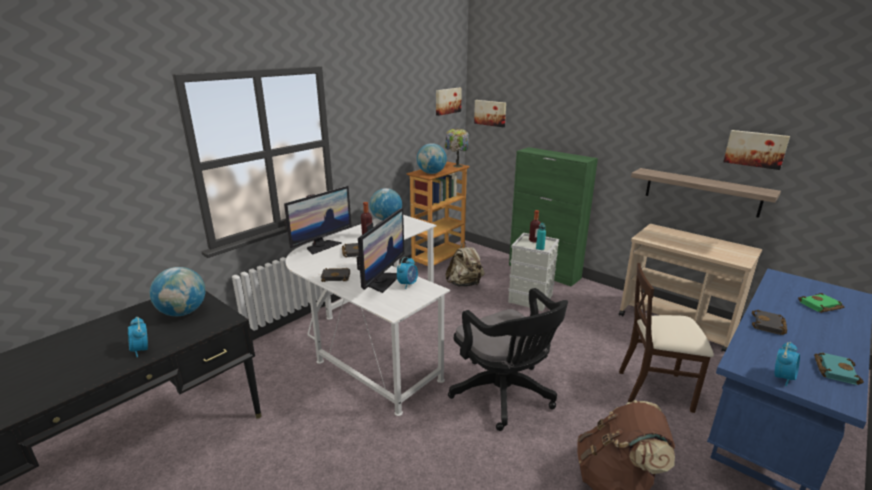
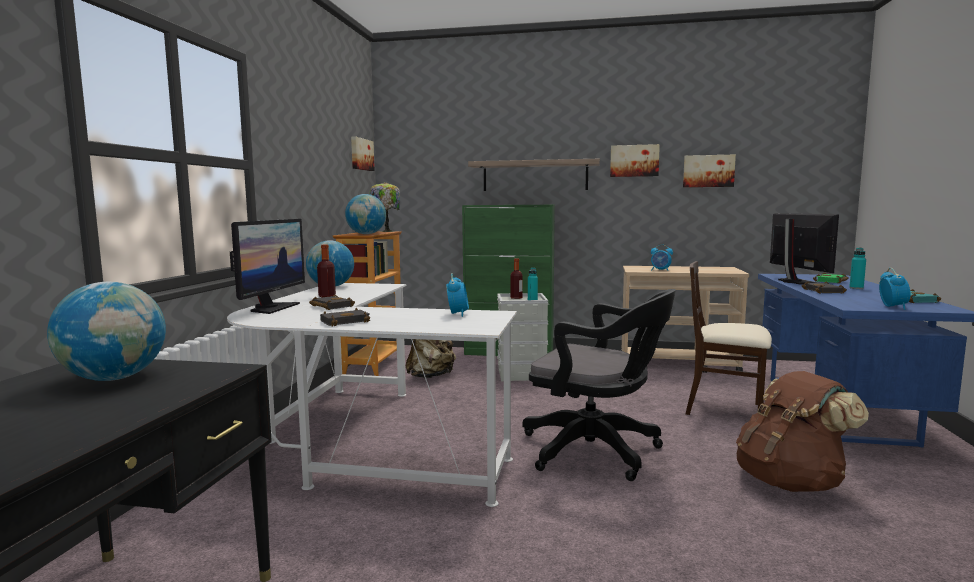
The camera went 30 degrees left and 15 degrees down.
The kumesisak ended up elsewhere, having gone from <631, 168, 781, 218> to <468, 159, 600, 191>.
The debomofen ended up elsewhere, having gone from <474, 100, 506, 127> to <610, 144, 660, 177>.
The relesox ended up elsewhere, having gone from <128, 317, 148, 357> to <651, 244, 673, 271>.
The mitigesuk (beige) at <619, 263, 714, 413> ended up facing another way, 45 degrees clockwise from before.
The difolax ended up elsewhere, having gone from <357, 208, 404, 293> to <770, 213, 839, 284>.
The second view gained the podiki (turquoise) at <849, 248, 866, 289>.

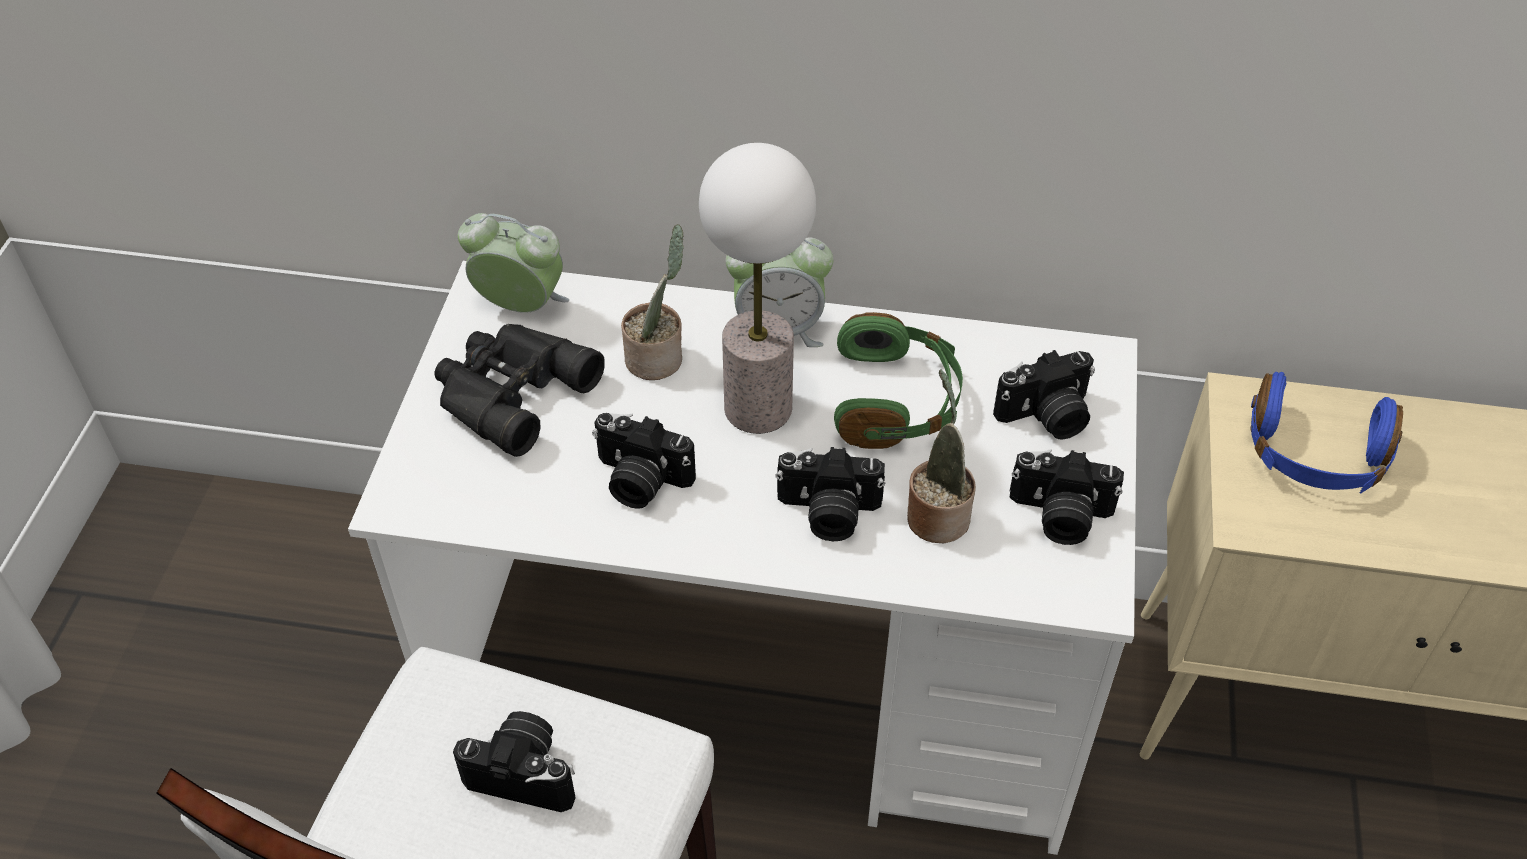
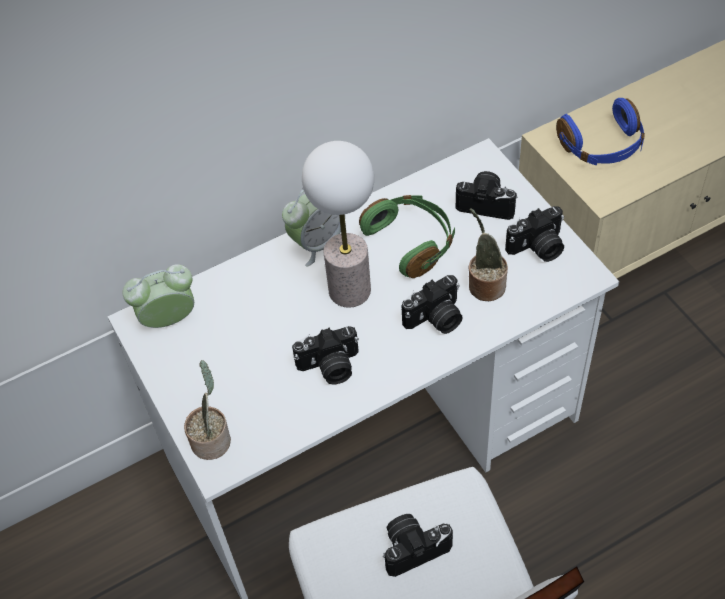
The camera went 35 degrees left and 5 degrees up.
The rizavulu ended up elsewhere, having gone from <621, 224, 684, 380> to <184, 360, 231, 460>.
The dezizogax at <993, 350, 1095, 440> ended up facing another way, 105 degrees counterclockwise from before.
The second view lost the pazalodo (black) at <434, 324, 604, 457>.

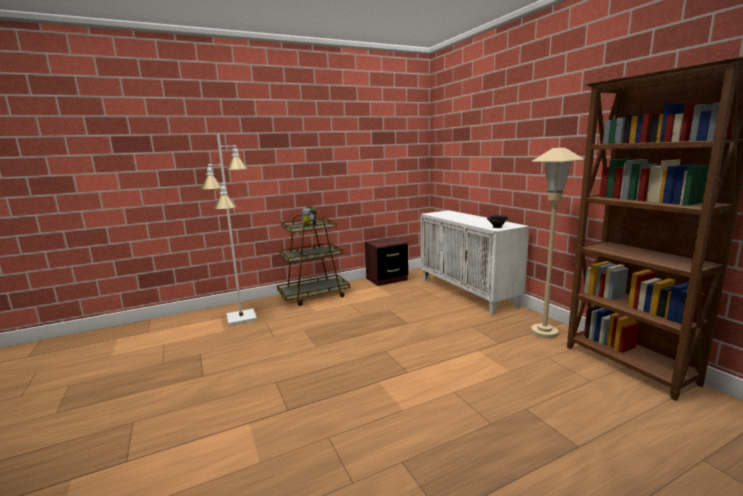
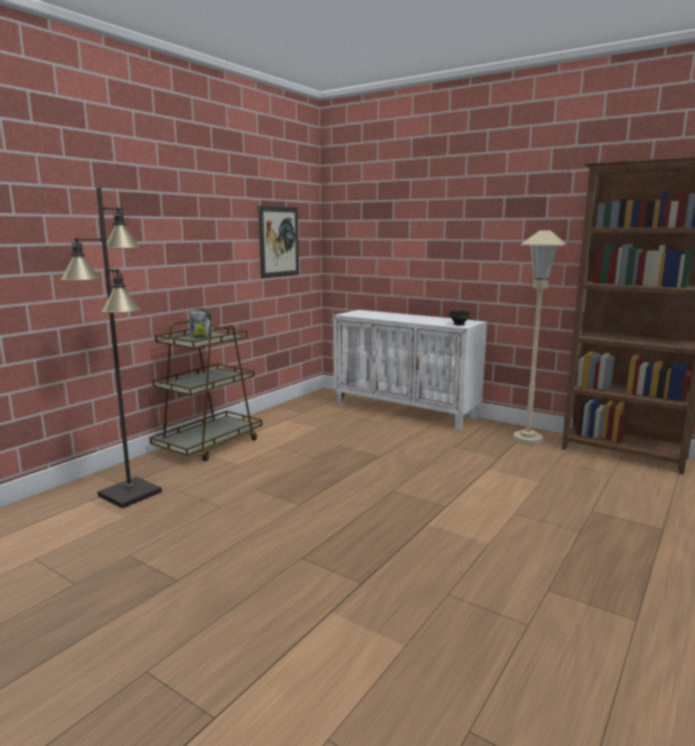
The camera went 30 degrees left and 0 degrees up.
What was the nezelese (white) at <201, 134, 257, 326> turned into the nezelese (black) at <60, 187, 162, 509>.
The second view gained the debomofen at <258, 206, 299, 279>.
The second view lost the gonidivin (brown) at <365, 237, 408, 286>.

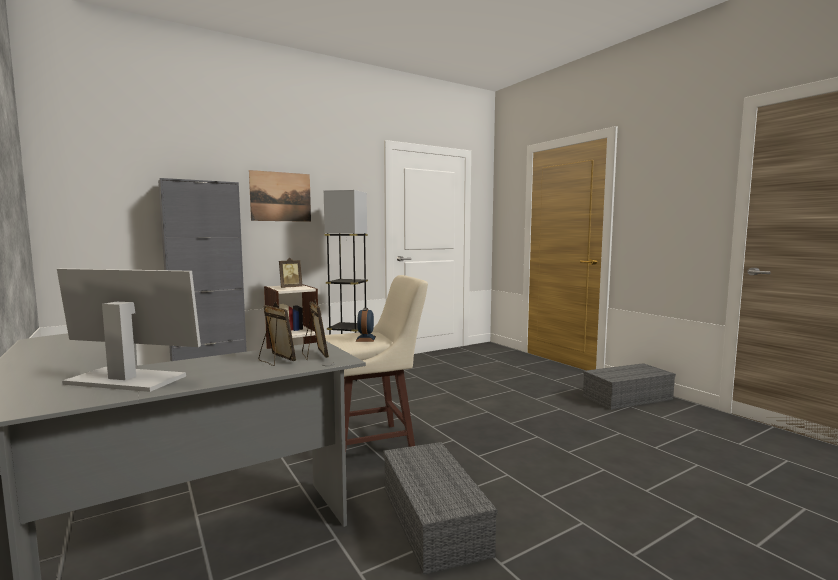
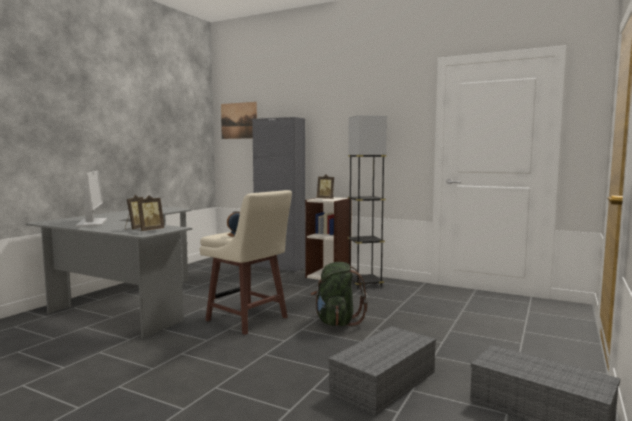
The camera went 60 degrees right and 0 degrees up.
The debomofen ended up elsewhere, having gone from <249, 170, 311, 222> to <221, 102, 257, 139>.
The second view gained the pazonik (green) at <311, 262, 368, 326>.
The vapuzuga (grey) ended up elsewhere, having gone from <383, 442, 497, 575> to <328, 326, 436, 415>.

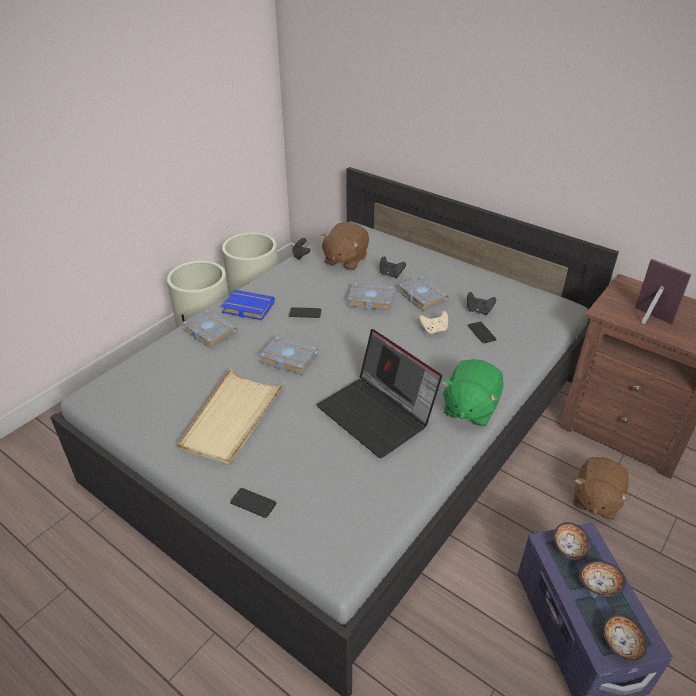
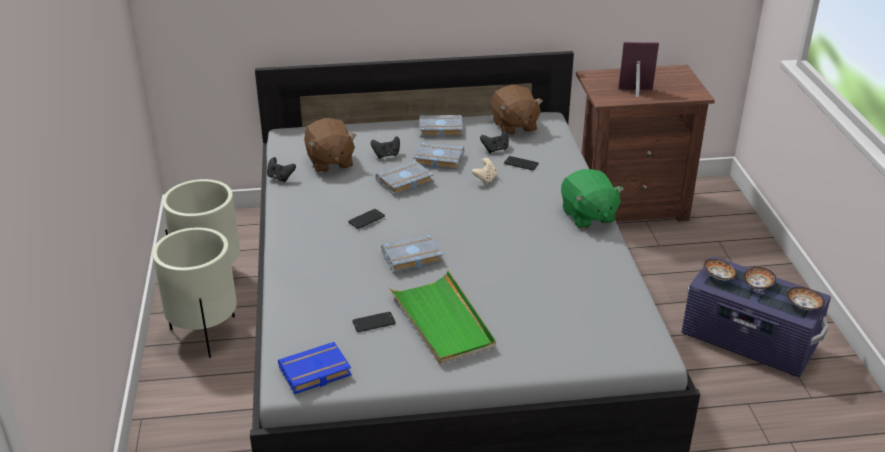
The camera went 45 degrees left and 5 degrees down.
The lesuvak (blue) ended up elsewhere, having gone from <221, 290, 275, 320> to <278, 342, 352, 394>.
The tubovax ended up elsewhere, having gone from <230, 488, 277, 518> to <352, 312, 396, 332>.
What was the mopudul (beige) at <177, 369, 284, 465> turned into the mopudul (green) at <389, 271, 496, 364>.
The lesuvak (grey) ended up elsewhere, having gone from <182, 309, 238, 348> to <419, 115, 463, 137>.
The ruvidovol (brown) ended up elsewhere, having gone from <573, 457, 630, 520> to <491, 85, 543, 136>.
The second view lost the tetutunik at <317, 329, 442, 458>.

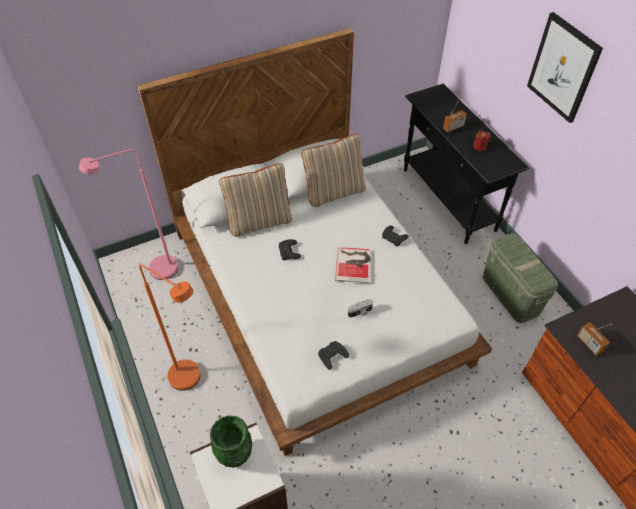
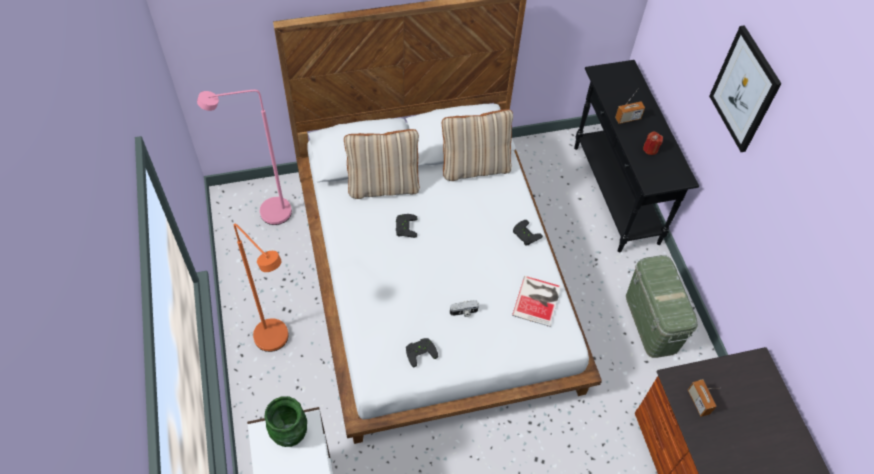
The camera went 10 degrees right and 5 degrees up.
The lesuvak ended up elsewhere, having gone from <335, 247, 371, 283> to <512, 276, 561, 327>.

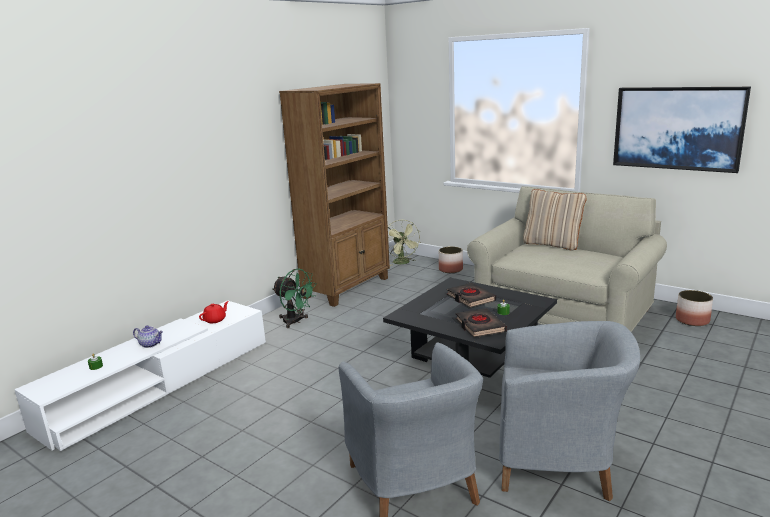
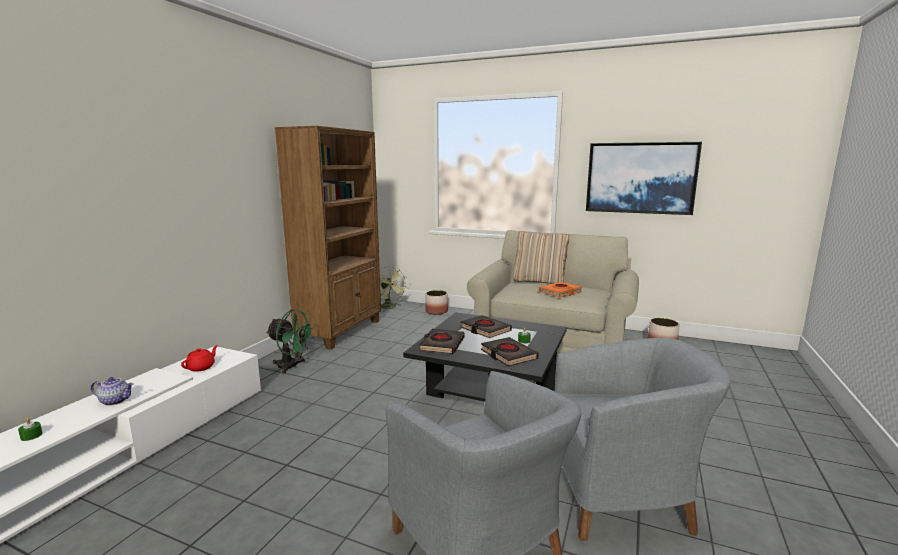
The camera went 15 degrees left and 5 degrees down.
The second view gained the lesuvak (black) at <419, 329, 464, 354>.
The second view gained the lesuvak (orange) at <539, 282, 582, 297>.

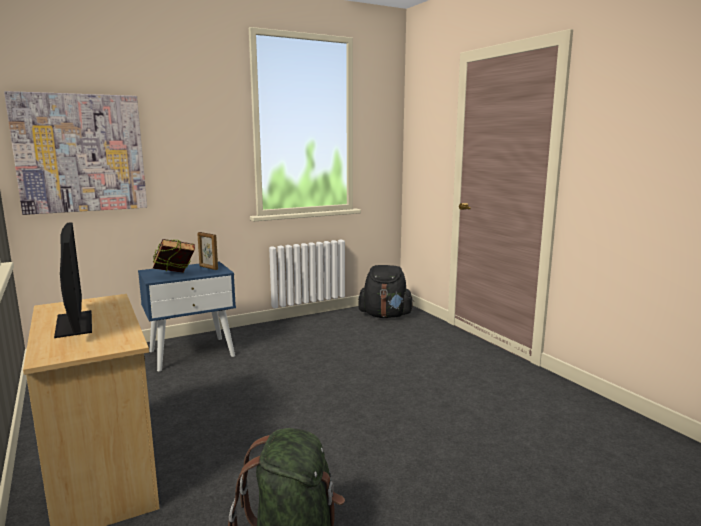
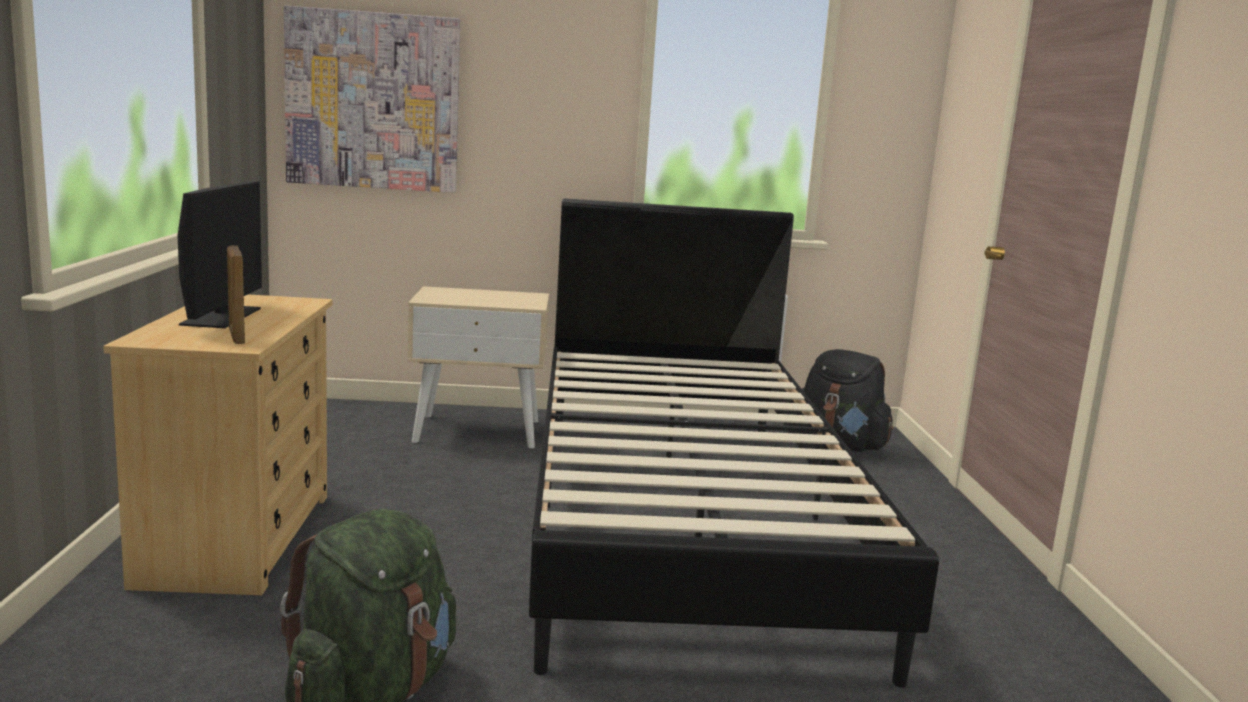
The camera went 25 degrees right and 0 degrees up.
The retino ended up elsewhere, having gone from <197, 232, 218, 270> to <227, 246, 245, 344>.
What was the gonidivin (blue) at <138, 261, 236, 371> turned into the gonidivin (beige) at <407, 286, 549, 448>.
The second view gained the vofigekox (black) at <529, 198, 939, 688>.
The second view lost the lesuvak at <153, 239, 195, 273>.

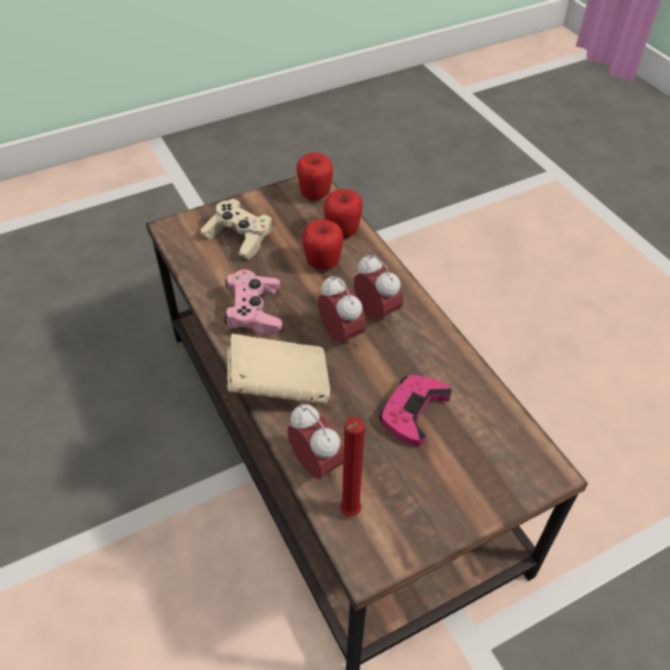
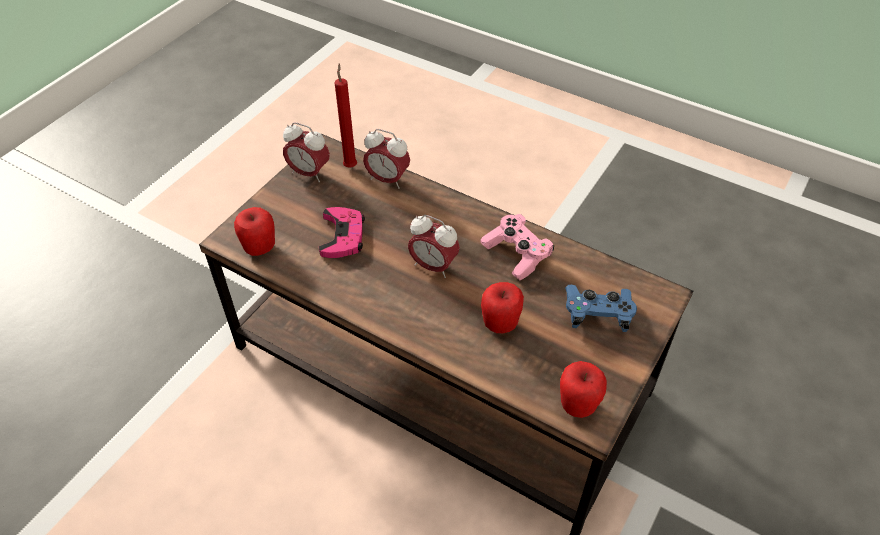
The camera went 150 degrees right and 0 degrees up.
The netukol ended up elsewhere, having gone from <324, 189, 362, 239> to <234, 207, 275, 256>.
The relesox ended up elsewhere, having gone from <354, 254, 403, 322> to <283, 122, 330, 182>.
What was the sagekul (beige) at <201, 199, 274, 260> turned into the sagekul (blue) at <565, 285, 637, 332>.
The second view lost the lesuvak (beige) at <227, 334, 330, 405>.

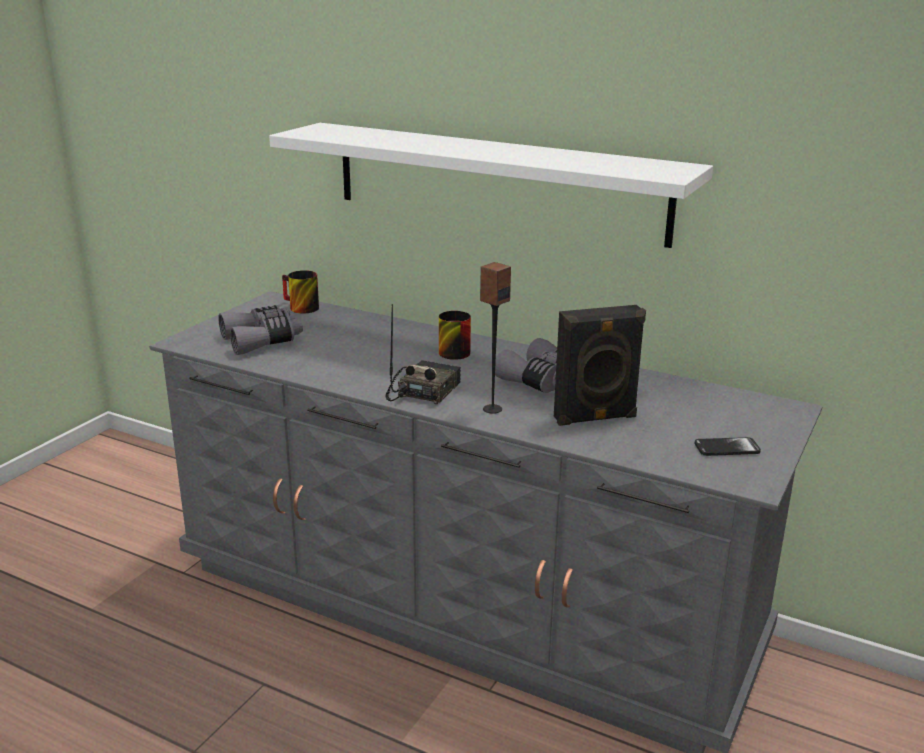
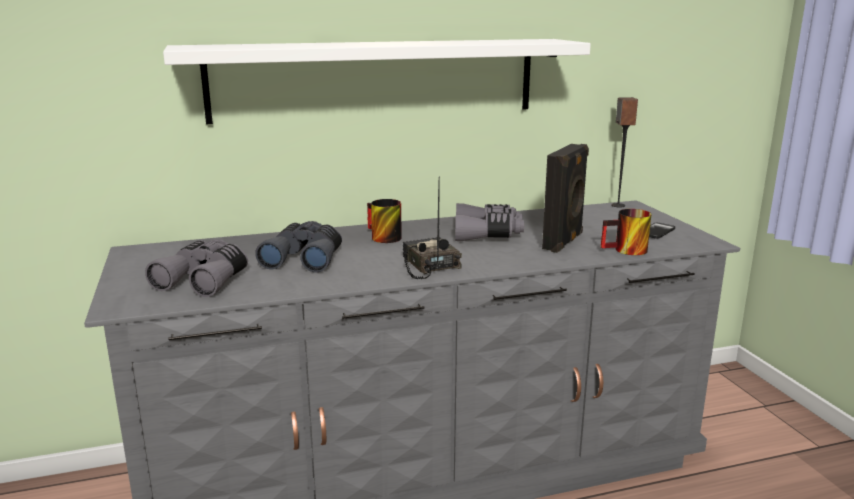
The camera went 45 degrees left and 5 degrees down.
The second view gained the pazalodo (grey) at <255, 221, 342, 272>.
The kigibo ended up elsewhere, having gone from <282, 270, 319, 314> to <601, 209, 651, 255>.
The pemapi ended up elsewhere, having gone from <480, 262, 511, 414> to <611, 97, 638, 208>.

